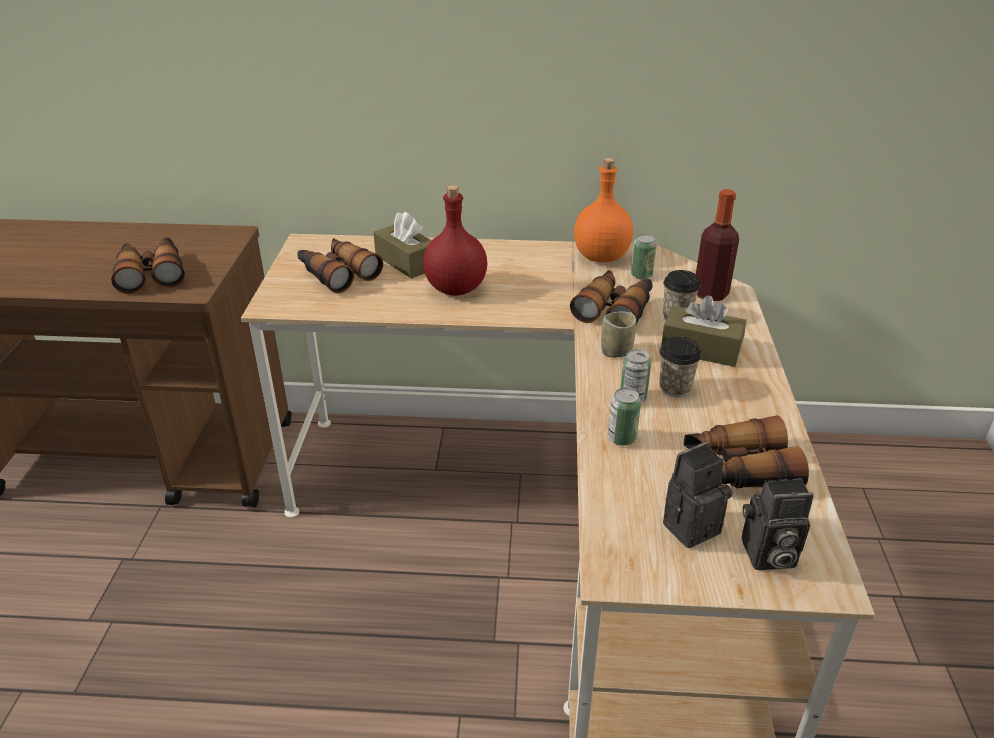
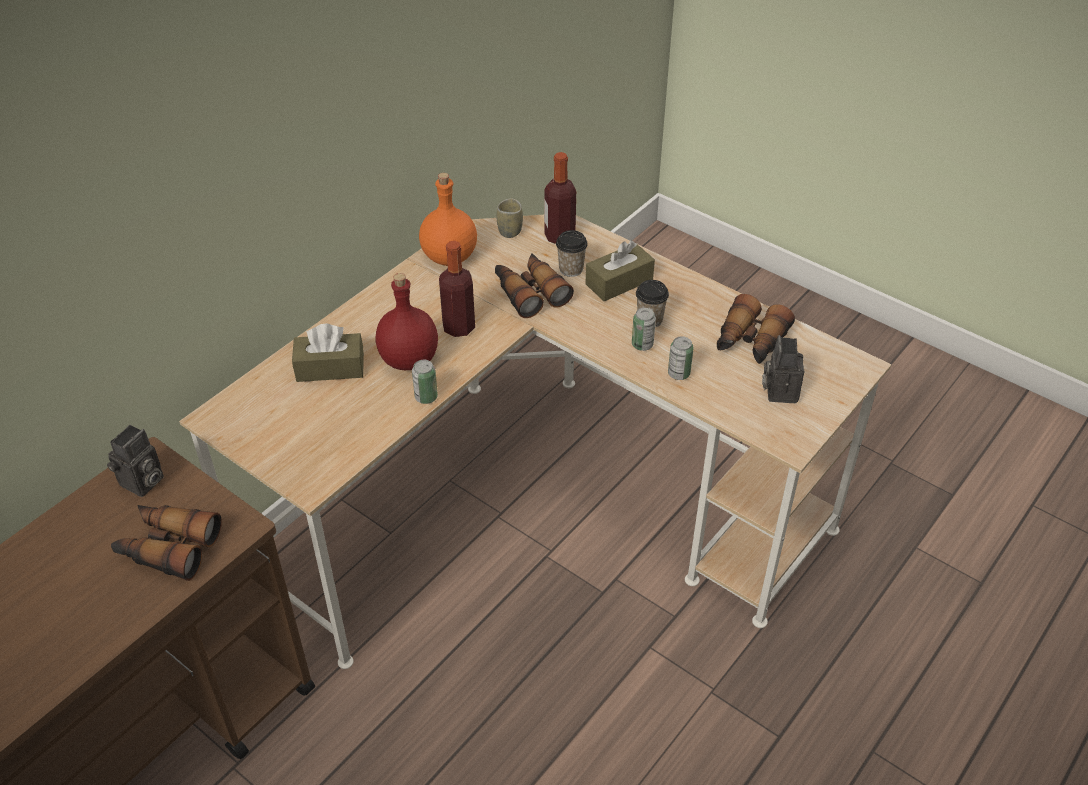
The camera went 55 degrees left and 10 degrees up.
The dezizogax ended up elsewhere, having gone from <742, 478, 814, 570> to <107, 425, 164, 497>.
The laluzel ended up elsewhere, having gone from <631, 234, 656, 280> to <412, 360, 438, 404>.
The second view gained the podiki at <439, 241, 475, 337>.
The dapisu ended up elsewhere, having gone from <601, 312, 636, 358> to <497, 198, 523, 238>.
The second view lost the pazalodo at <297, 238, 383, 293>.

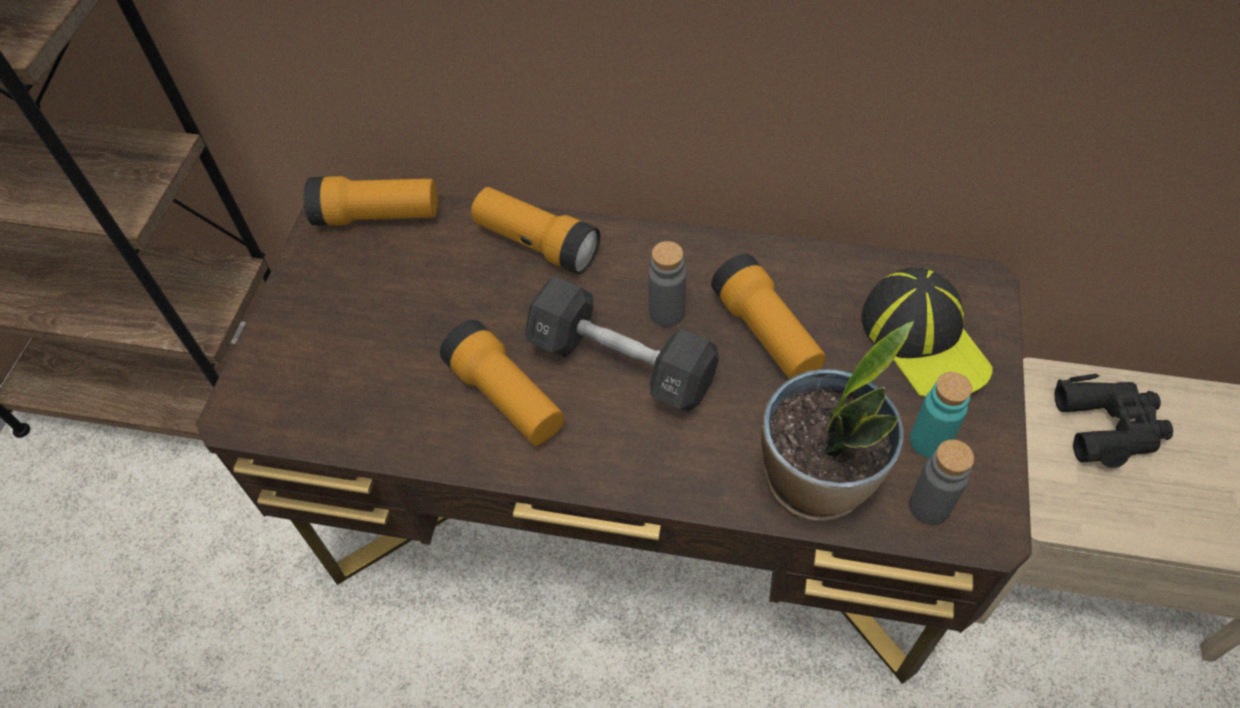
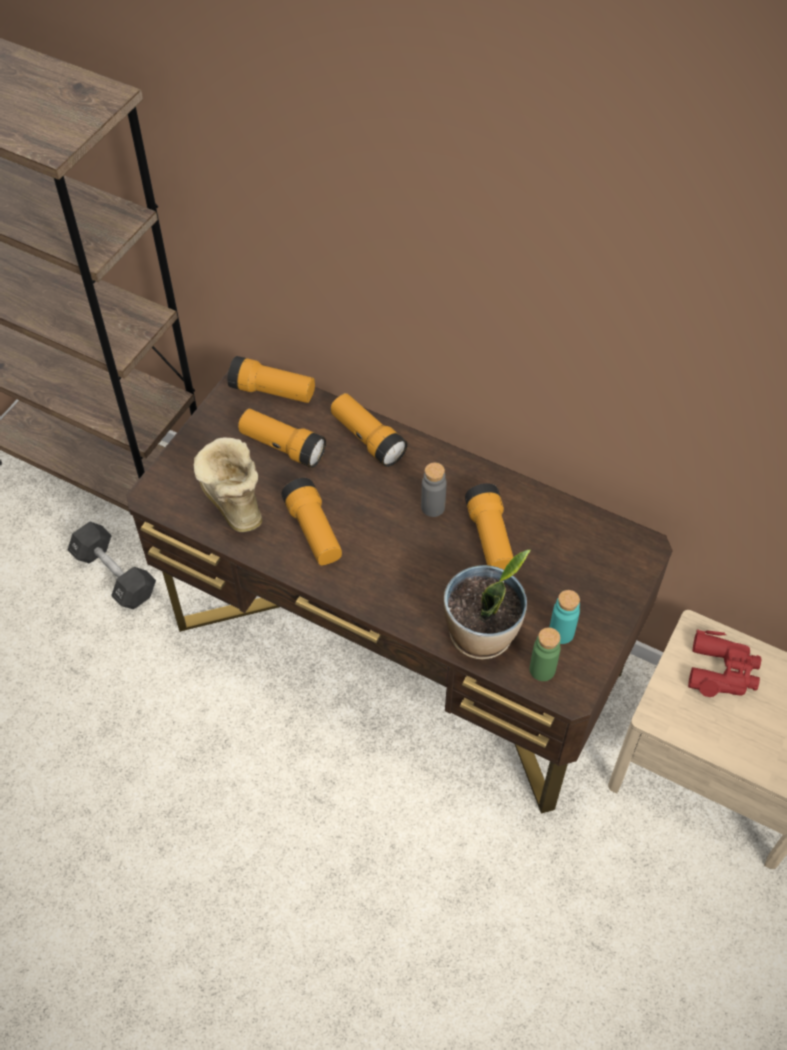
The camera went 15 degrees right and 0 degrees up.
The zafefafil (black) ended up elsewhere, having gone from <526, 276, 719, 412> to <68, 522, 156, 609>.
The second view gained the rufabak at <194, 437, 262, 533>.
The second view gained the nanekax at <238, 408, 326, 468>.
What was the podiki (grey) at <909, 440, 974, 525> turned into the podiki (green) at <530, 627, 561, 681>.
What was the pazalodo (black) at <1055, 374, 1173, 468> turned into the pazalodo (red) at <688, 629, 761, 697>.
The second view lost the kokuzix at <862, 267, 992, 397>.

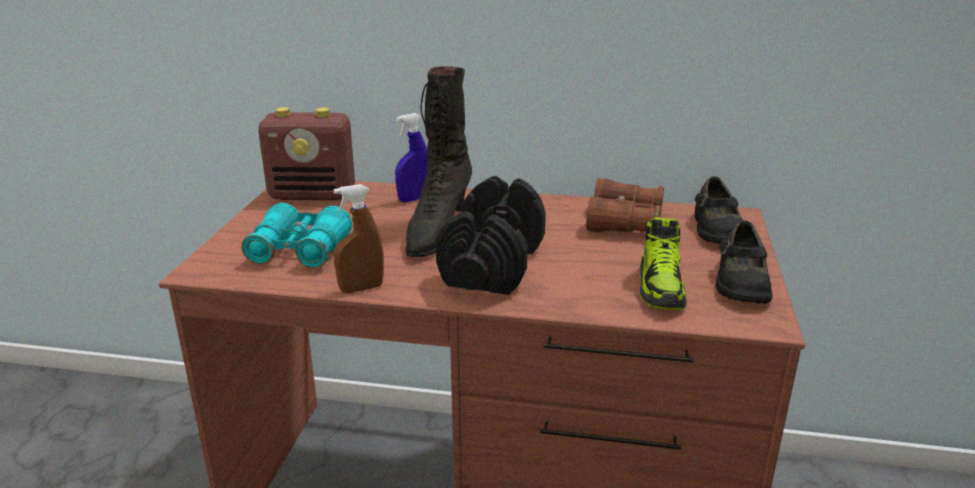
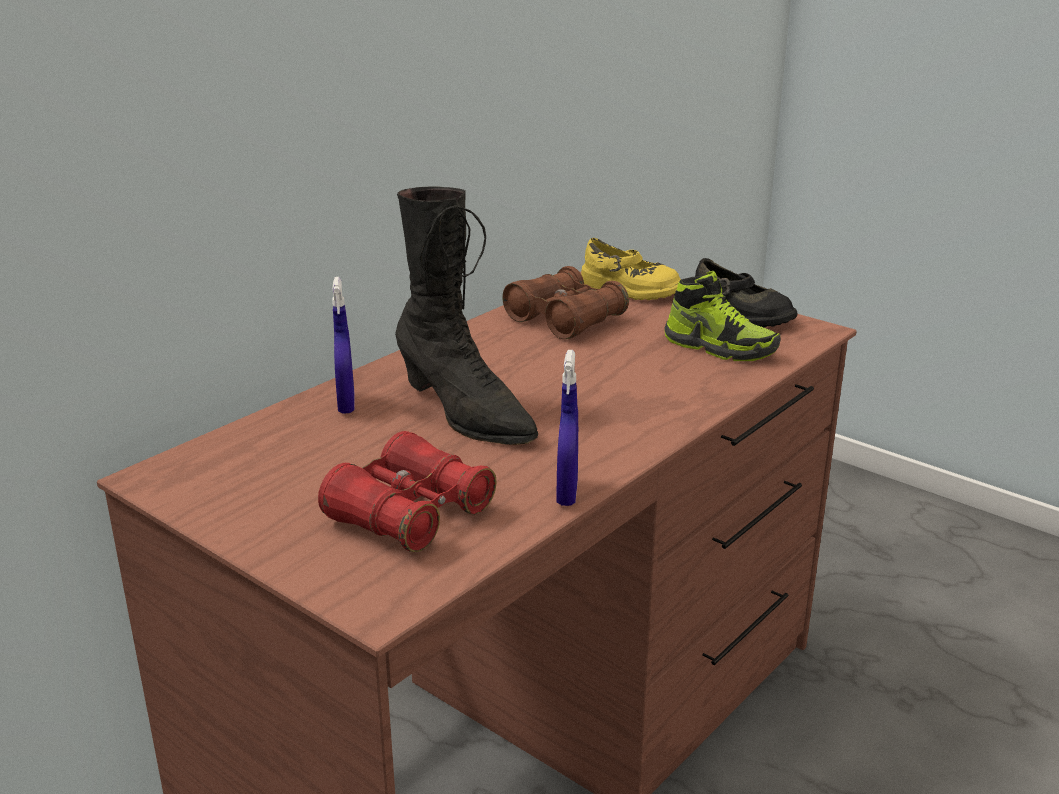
The camera went 60 degrees left and 0 degrees up.
What was the pazalodo (turquoise) at <241, 203, 352, 268> turned into the pazalodo (red) at <318, 431, 496, 552>.
What was the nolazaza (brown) at <334, 184, 384, 293> turned into the nolazaza (blue) at <556, 350, 578, 506>.
What was the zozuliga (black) at <694, 176, 743, 244> turned into the zozuliga (yellow) at <581, 238, 681, 300>.
The second view lost the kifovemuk at <258, 107, 355, 200>.
The second view lost the zafefafil (black) at <435, 176, 546, 295>.

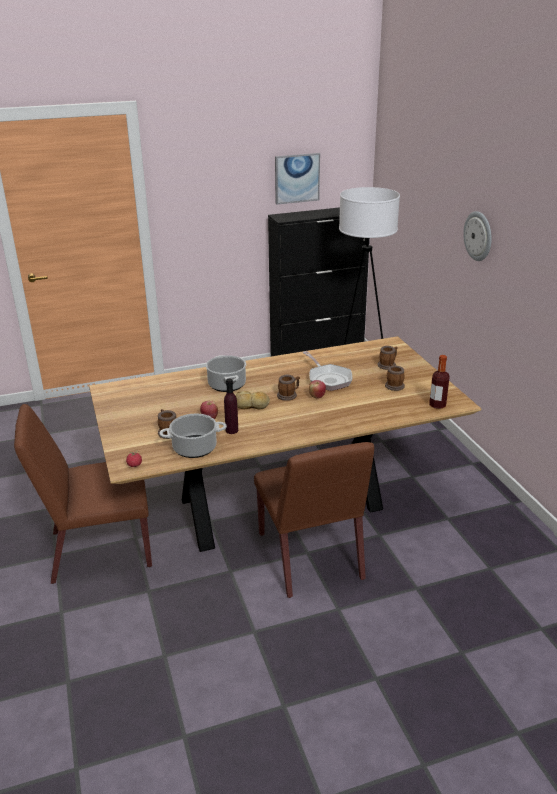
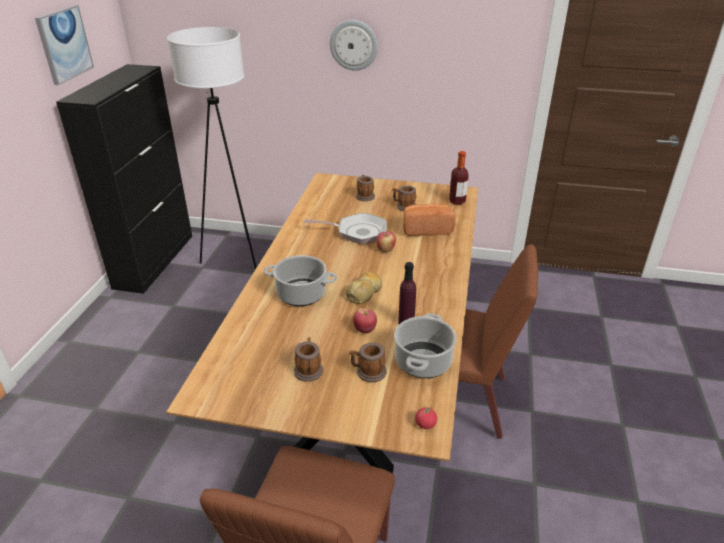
The camera went 60 degrees left and 5 degrees up.
The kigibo ended up elsewhere, having gone from <277, 374, 300, 401> to <294, 337, 323, 382>.
The second view gained the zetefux at <403, 204, 456, 236>.

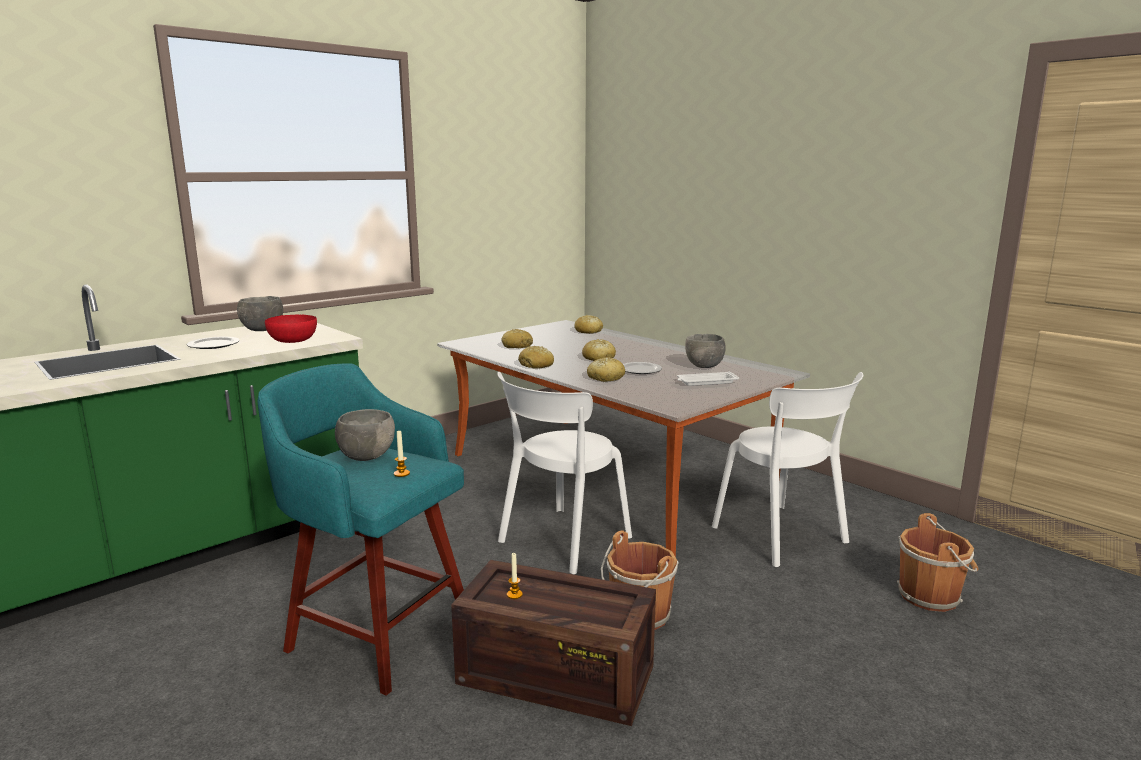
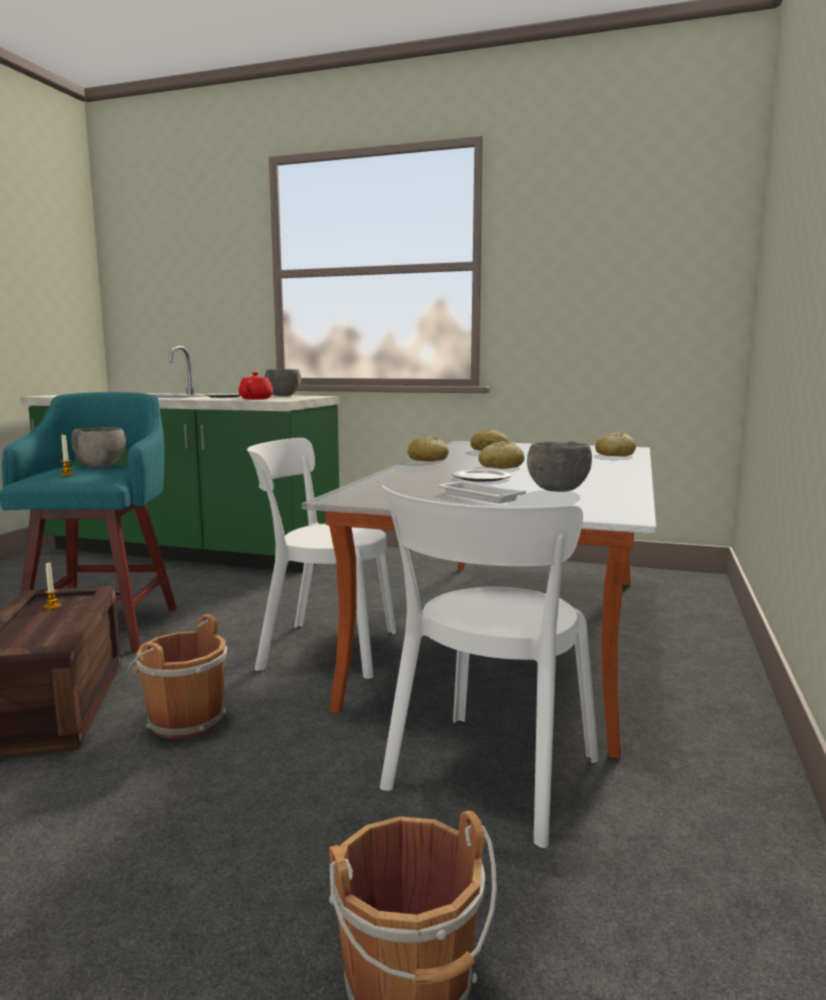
The camera went 60 degrees right and 5 degrees down.
Where the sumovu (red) stood at <265, 315, 317, 343>, the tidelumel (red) came to stand at <239, 372, 273, 399>.
The second view lost the zetefux at <587, 357, 625, 382>.

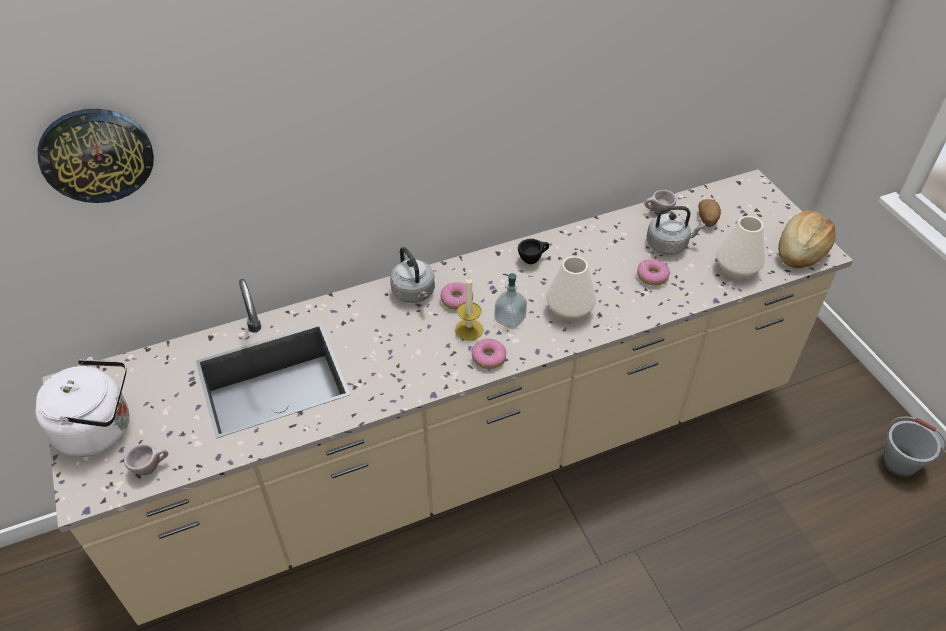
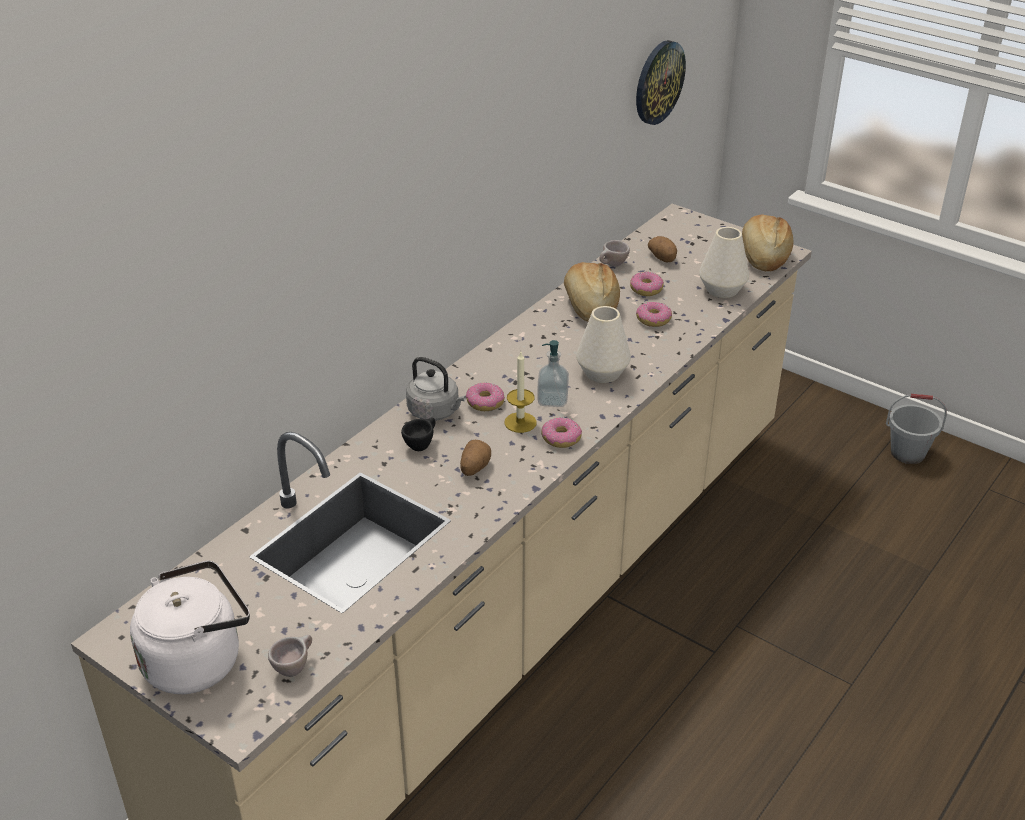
The camera went 30 degrees left and 10 degrees down.
The dapisu (black) ended up elsewhere, having gone from <518, 239, 549, 264> to <401, 418, 436, 451>.
The second view gained the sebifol at <460, 440, 491, 476>.
The second view gained the zetefux at <564, 262, 620, 322>.
Where the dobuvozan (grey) stood at <647, 206, 705, 255>, the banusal came to stand at <630, 271, 664, 296>.
The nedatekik ended up elsewhere, having gone from <38, 109, 154, 203> to <636, 40, 686, 125>.

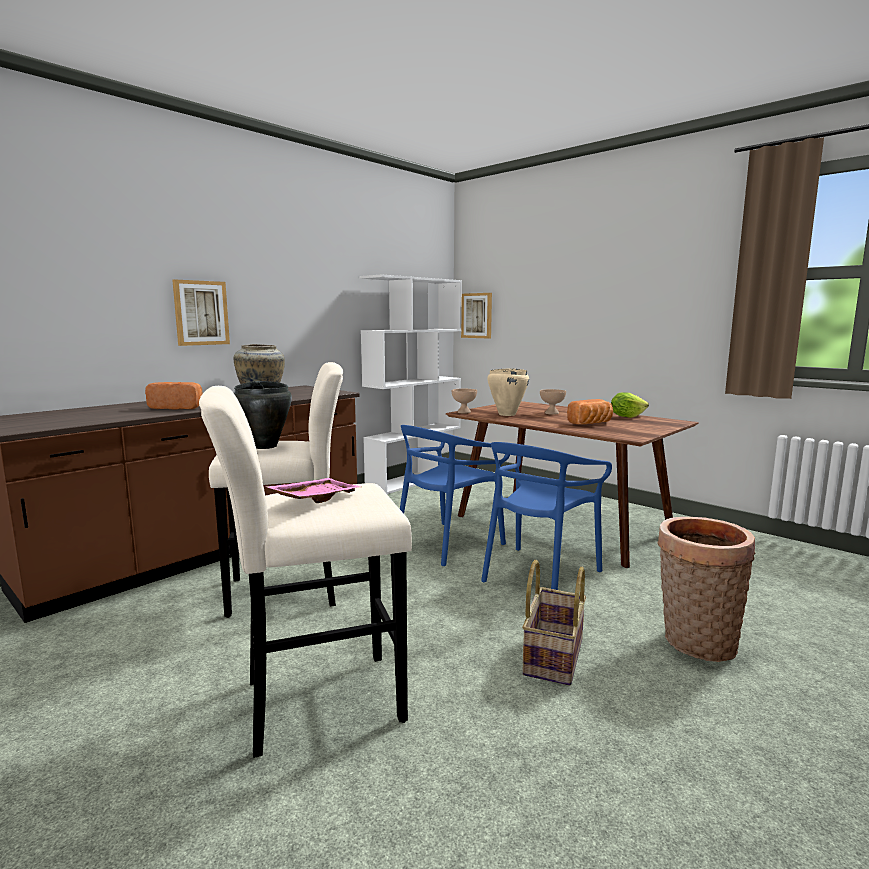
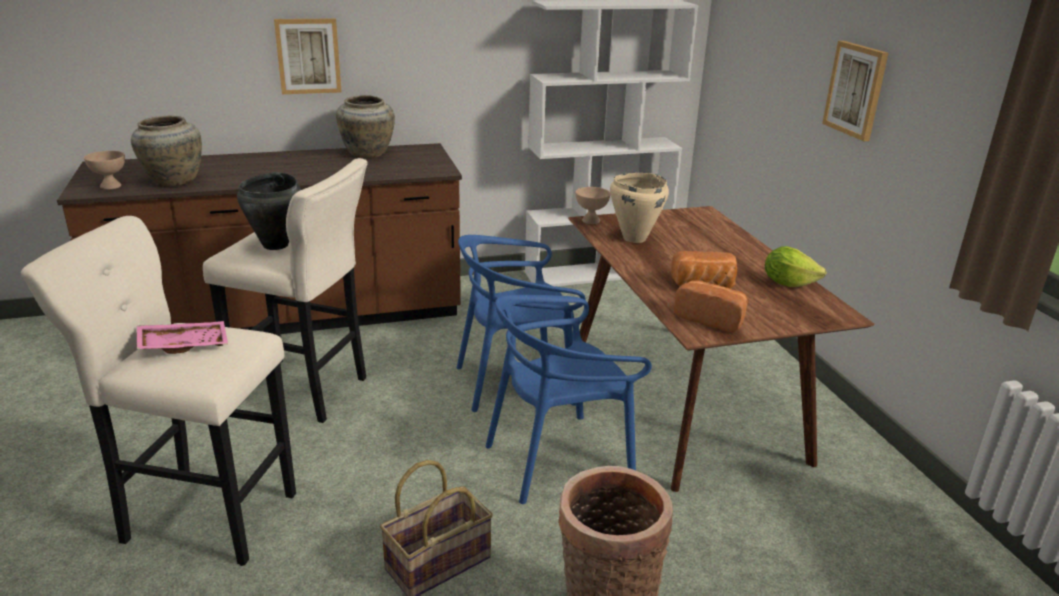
The camera went 30 degrees right and 15 degrees up.
The sumovu (beige) ended up elsewhere, having gone from <540, 389, 566, 415> to <84, 151, 125, 190>.
The second view gained the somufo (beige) at <131, 116, 202, 186>.
The zetefux ended up elsewhere, having gone from <145, 382, 202, 409> to <674, 280, 748, 332>.
The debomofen ended up elsewhere, having gone from <461, 293, 492, 339> to <822, 41, 888, 141>.

